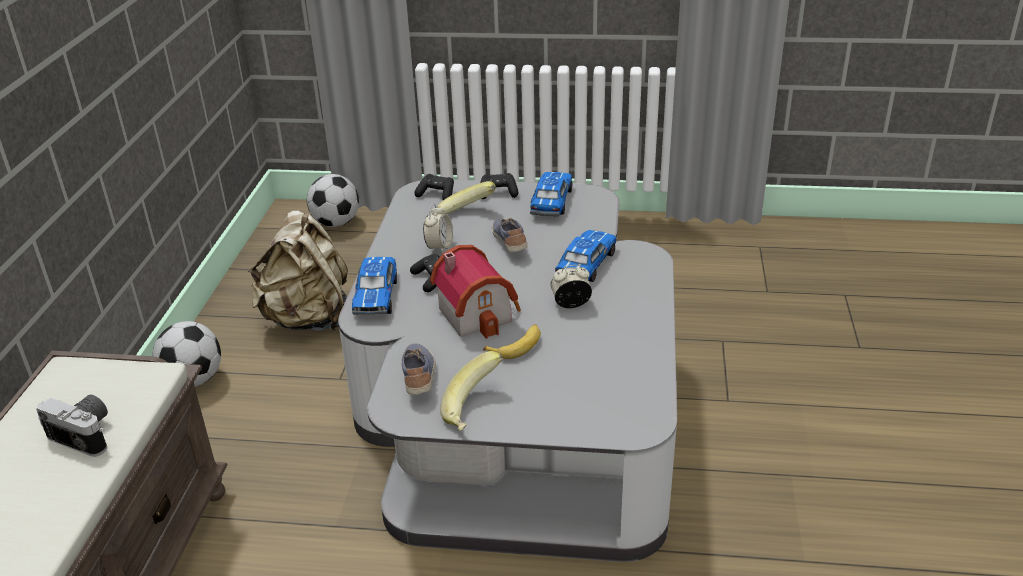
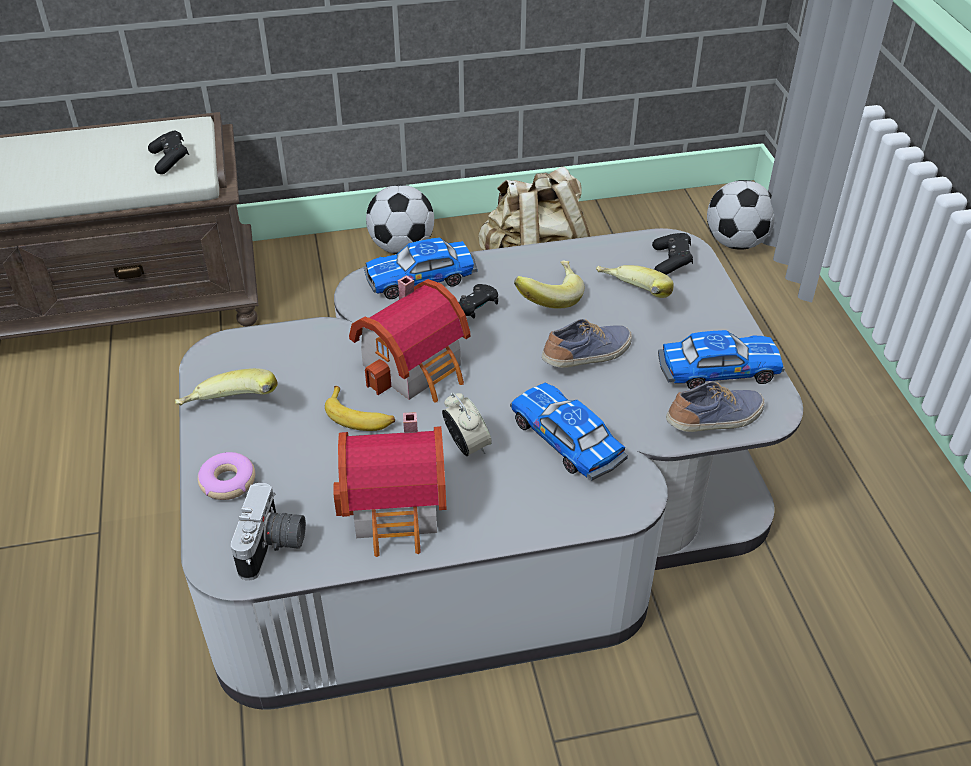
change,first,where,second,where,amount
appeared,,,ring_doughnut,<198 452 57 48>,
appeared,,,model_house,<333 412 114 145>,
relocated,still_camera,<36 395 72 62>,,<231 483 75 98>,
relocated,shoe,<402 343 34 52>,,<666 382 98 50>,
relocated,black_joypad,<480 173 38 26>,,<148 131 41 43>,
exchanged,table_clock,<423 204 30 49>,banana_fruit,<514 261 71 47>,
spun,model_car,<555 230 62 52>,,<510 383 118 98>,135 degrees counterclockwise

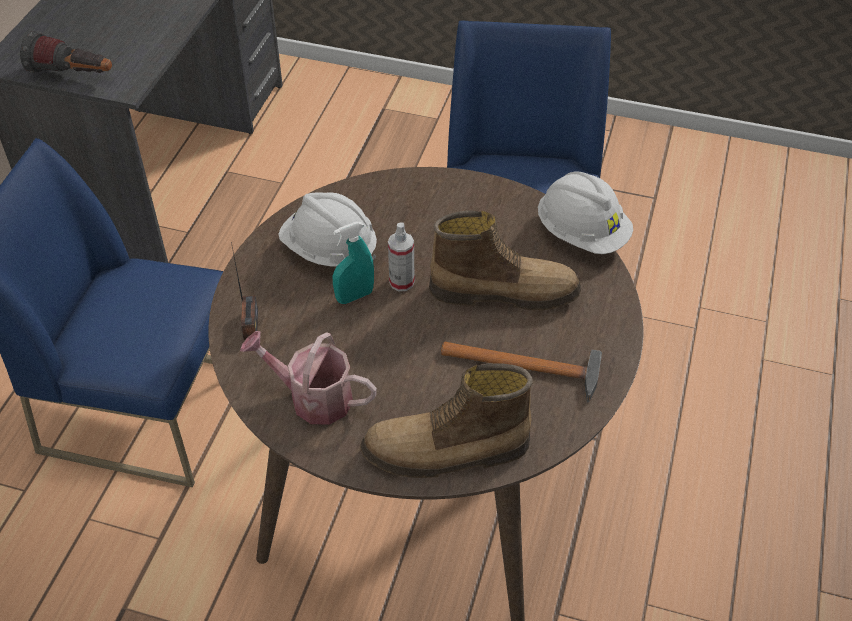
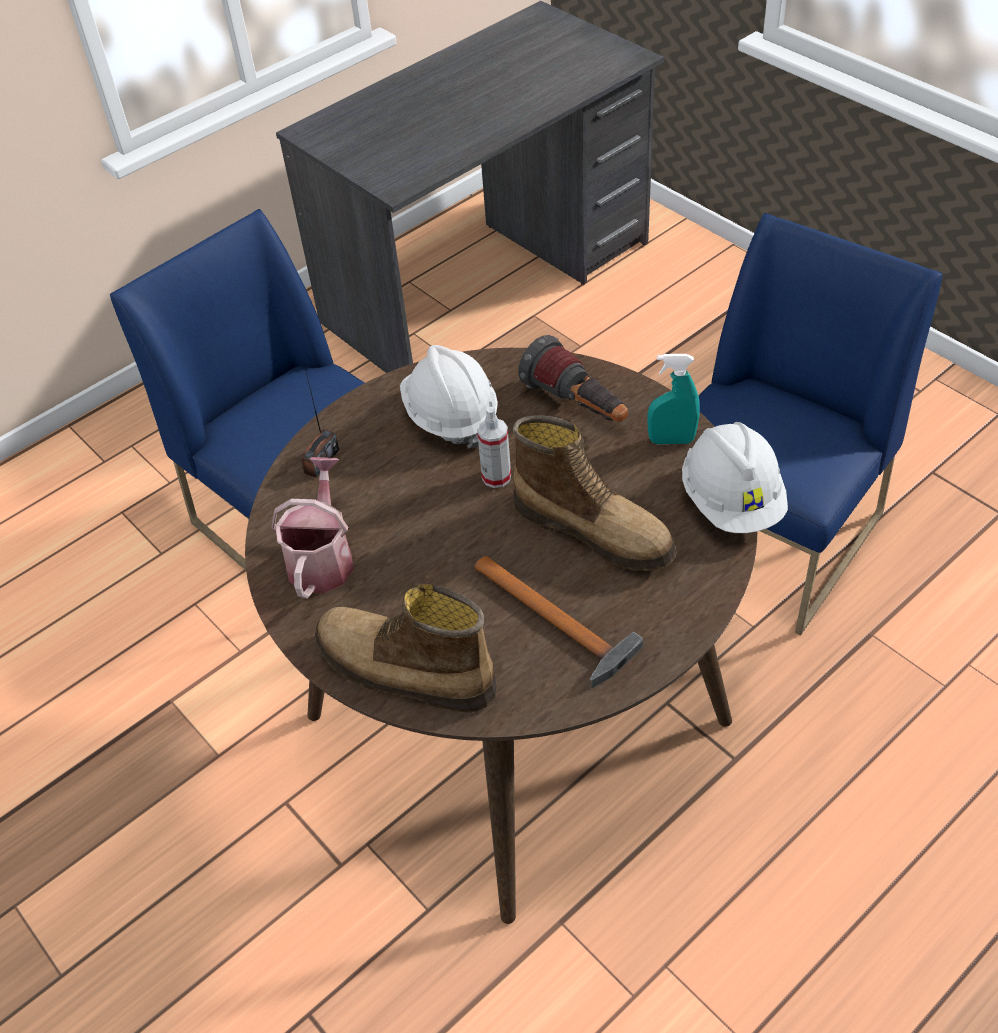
change,first,where,second,where,amount
relocated,torch,<20 31 92 43>,,<518 335 110 87>,
relocated,blue-green_spray_bottle,<332 222 42 82>,,<647 354 53 90>,
spun,watering_pot,<240 331 137 94>,,<271 457 83 141>,45 degrees clockwise

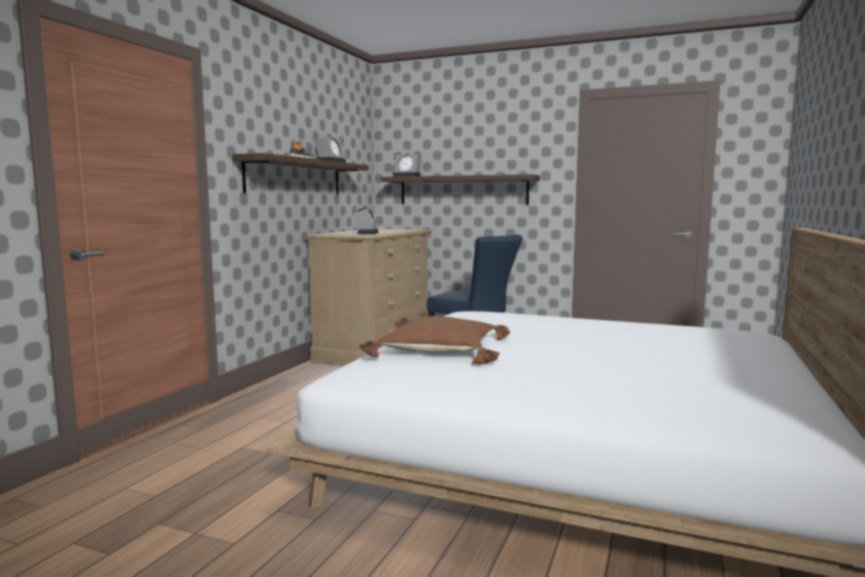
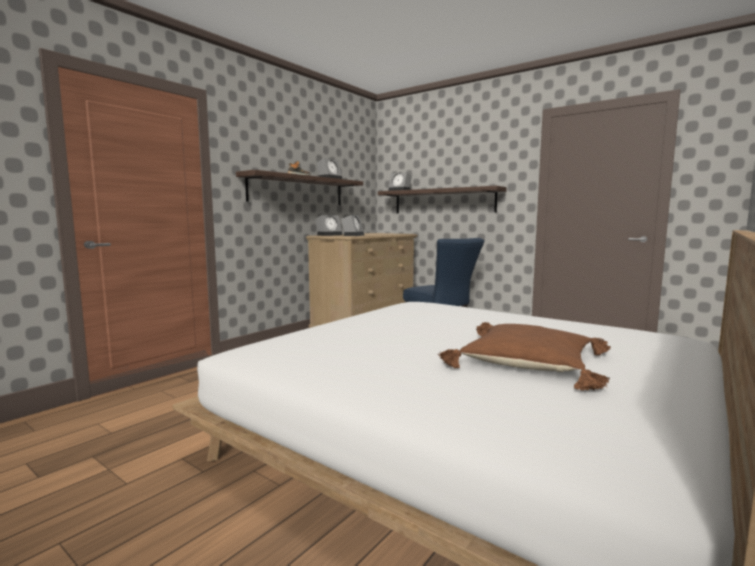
change,first,where,second,where,amount
appeared,,,table_clock,<316 214 26 22>,
relocated,brown_pillow,<359 316 151 48>,,<438 322 173 69>,

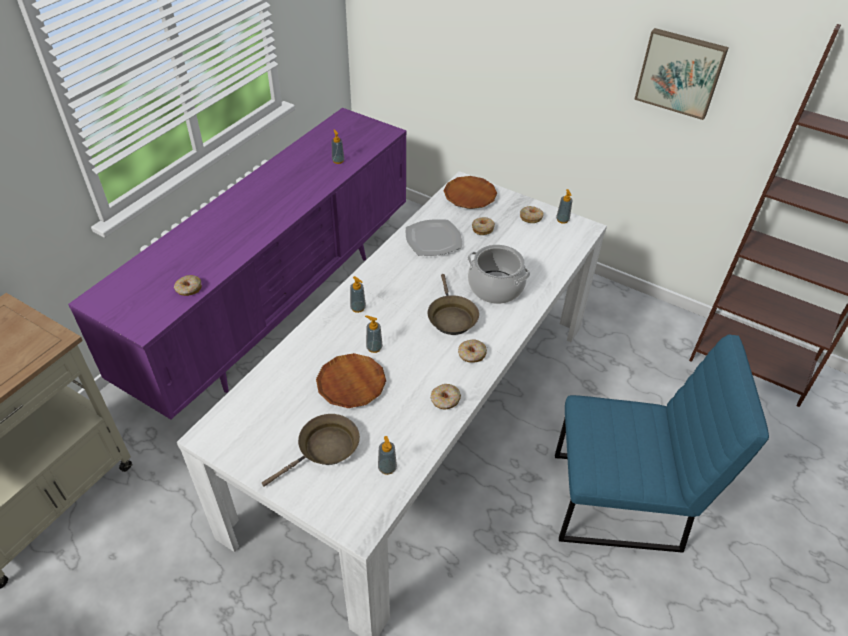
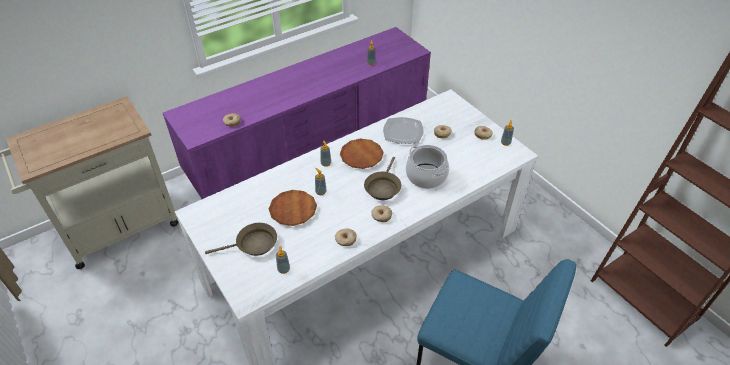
change,first,where,second,where,amount
missing,wall_art,<634 28 95 92>,,,
relocated,brown_flat_dish,<444 176 53 33>,,<340 138 44 31>,

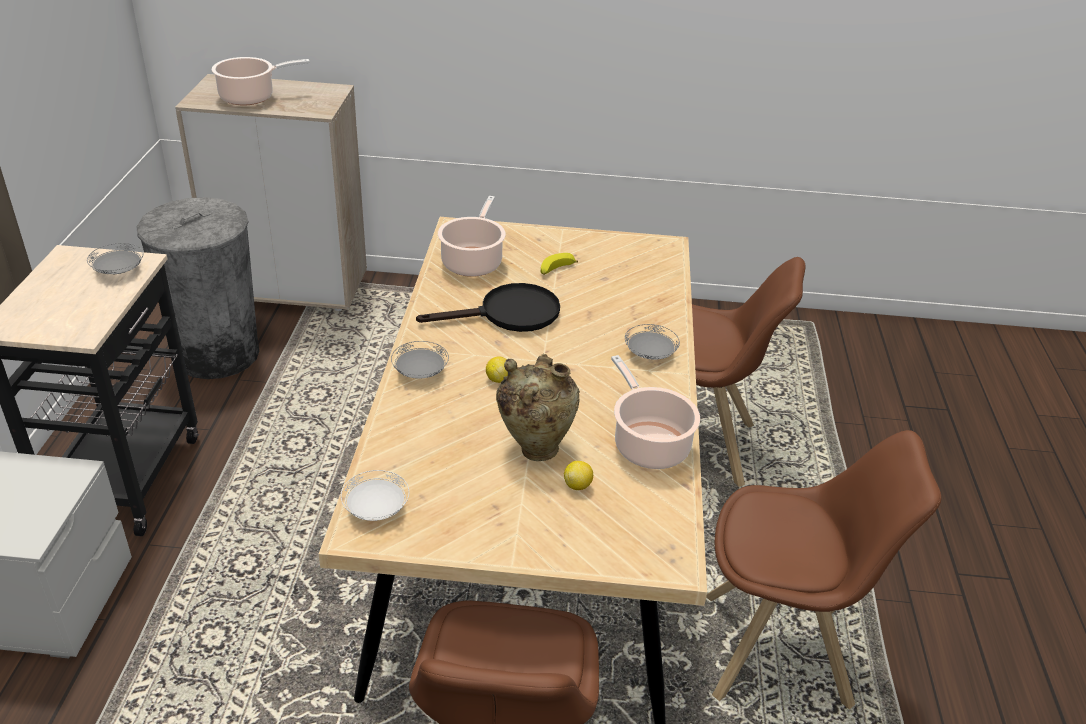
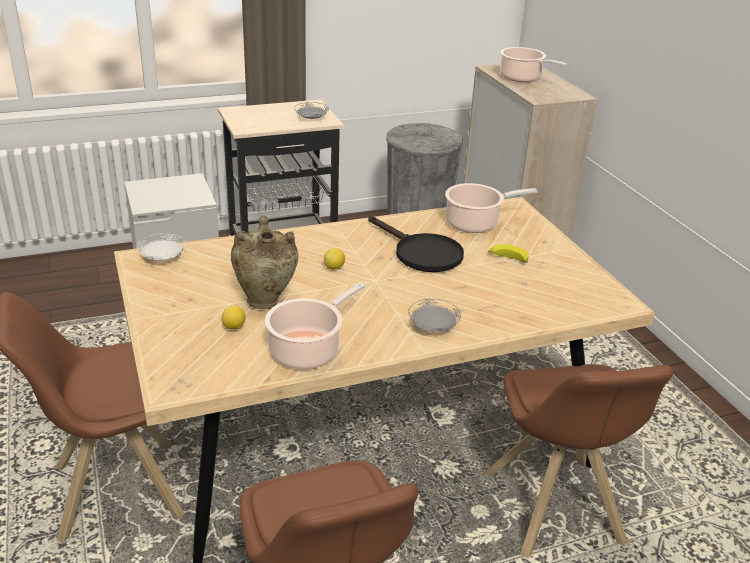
change,first,where,second,where,amount
missing,grey_flat_dish,<391 341 58 38>,,,

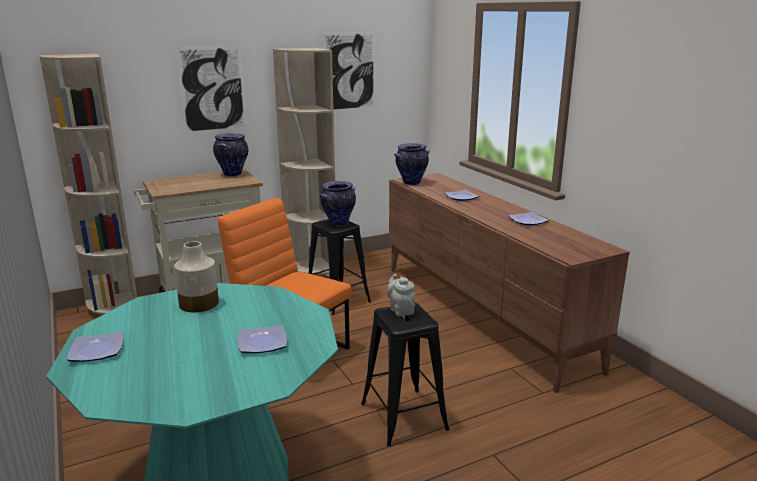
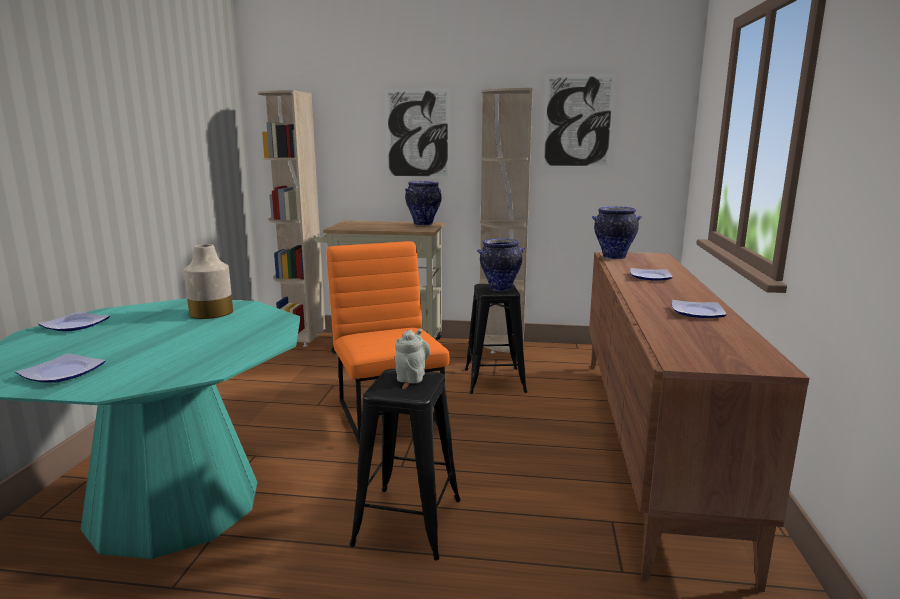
change,first,where,second,where,amount
relocated,flat_dish,<238 325 49 28>,,<15 353 91 30>,

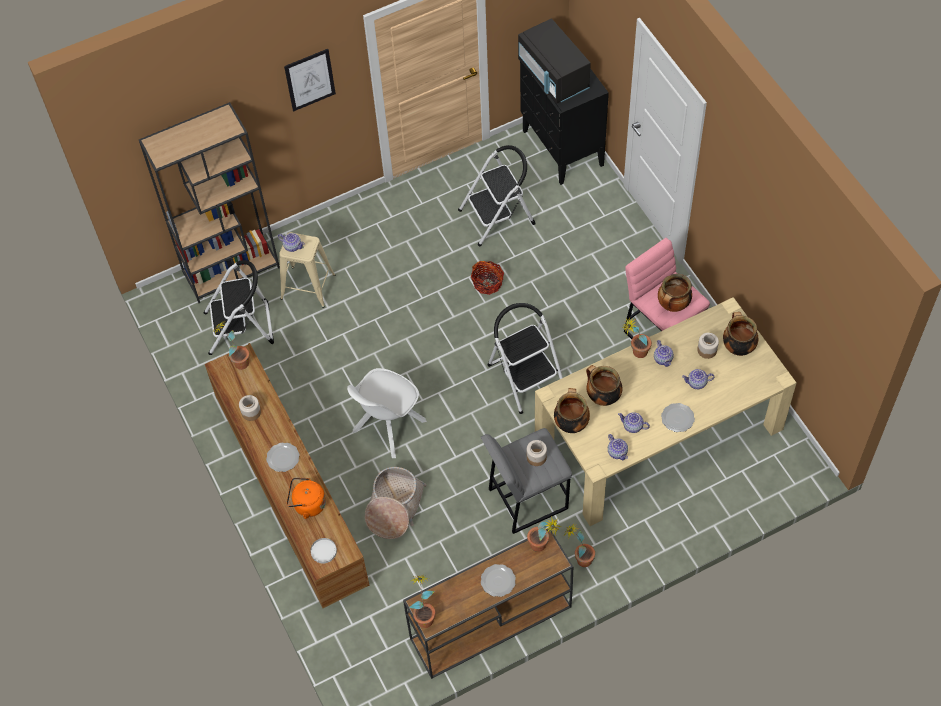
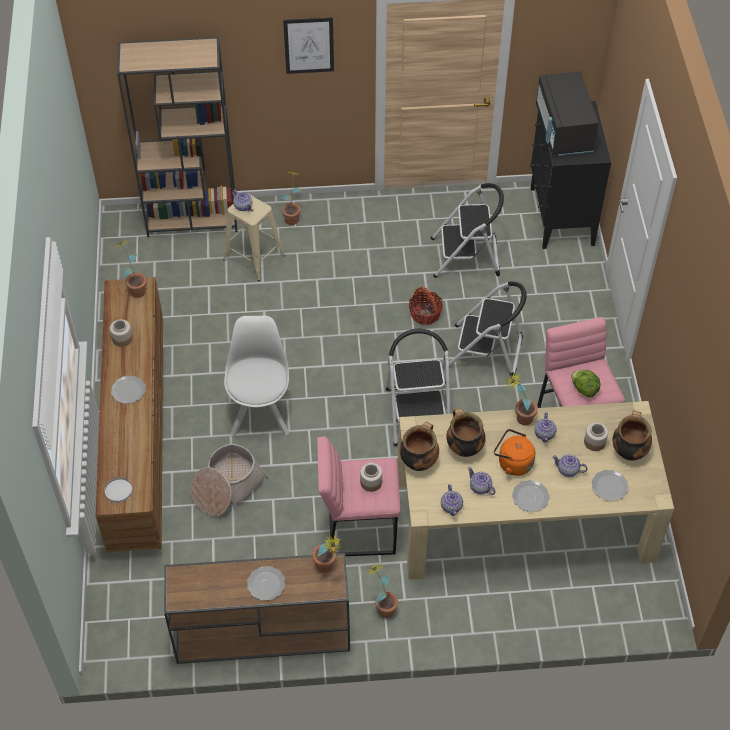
change,first,where,second,where,amount
appeared,,,flat_dish,<592 470 36 31>,
relocated,stepladder,<203 260 71 95>,,<449 282 77 95>,
relocated,orange_kettle,<287 478 39 41>,,<494 429 41 47>,
relocated,potted_plant,<409 575 27 53>,,<280 172 23 53>,
exchanged,saucepot,<658 273 34 39>,lettuce_head,<571 370 29 28>,
colour,grey_sitting_stool,<481 428 91 106>,pink_sitting_stool,<317 436 83 120>,
spun,white-coloured_upright_chair,<347 368 80 90>,,<224 316 66 120>,120 degrees clockwise

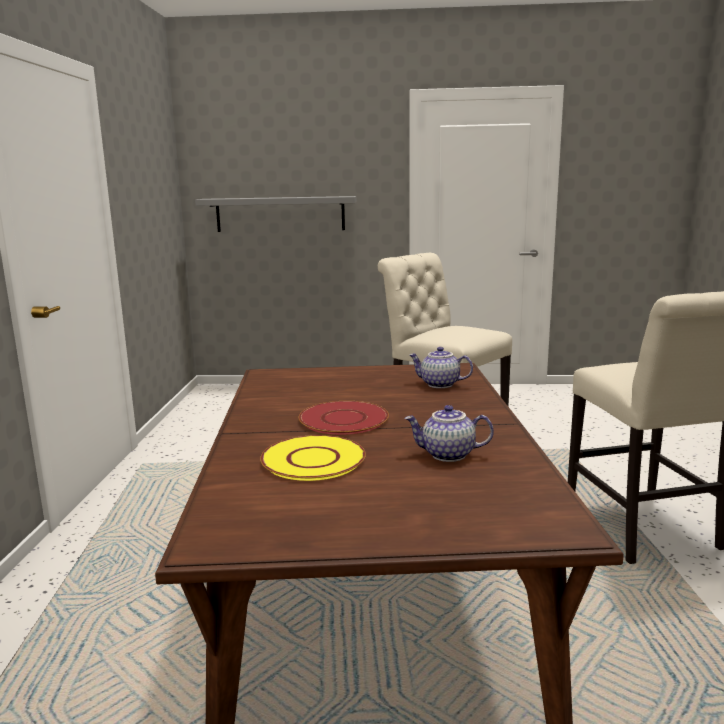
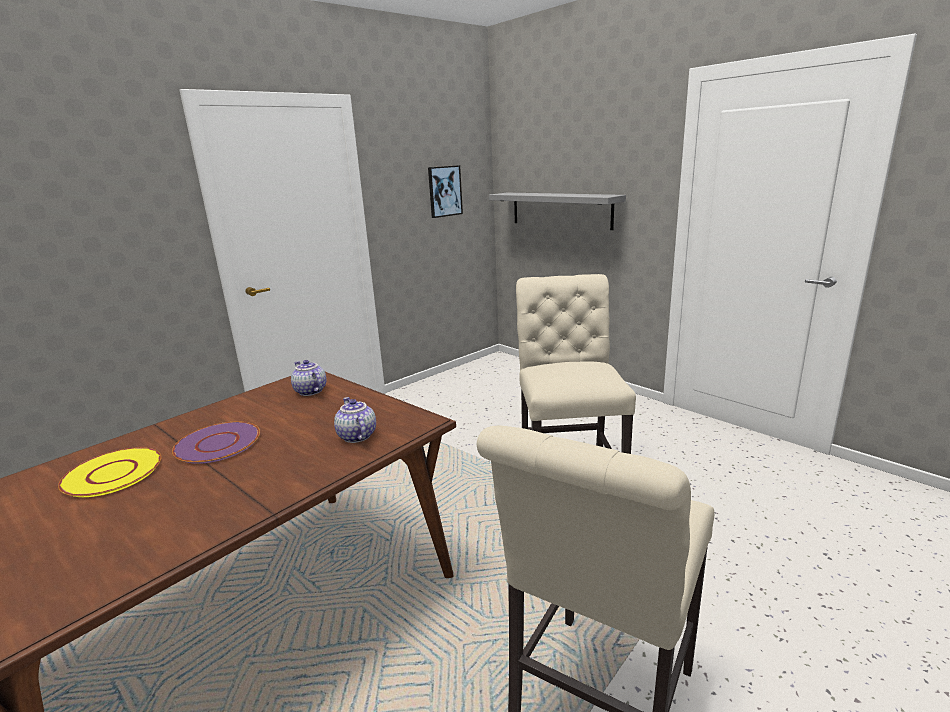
change,first,where,second,where,amount
appeared,,,wall_art,<428 165 35 53>,
relocated,teapot,<404 405 90 57>,,<291 360 35 36>,
colour,red-coloured_flat_dish,<299 401 90 34>,purple-coloured_flat_dish,<172 422 88 42>,

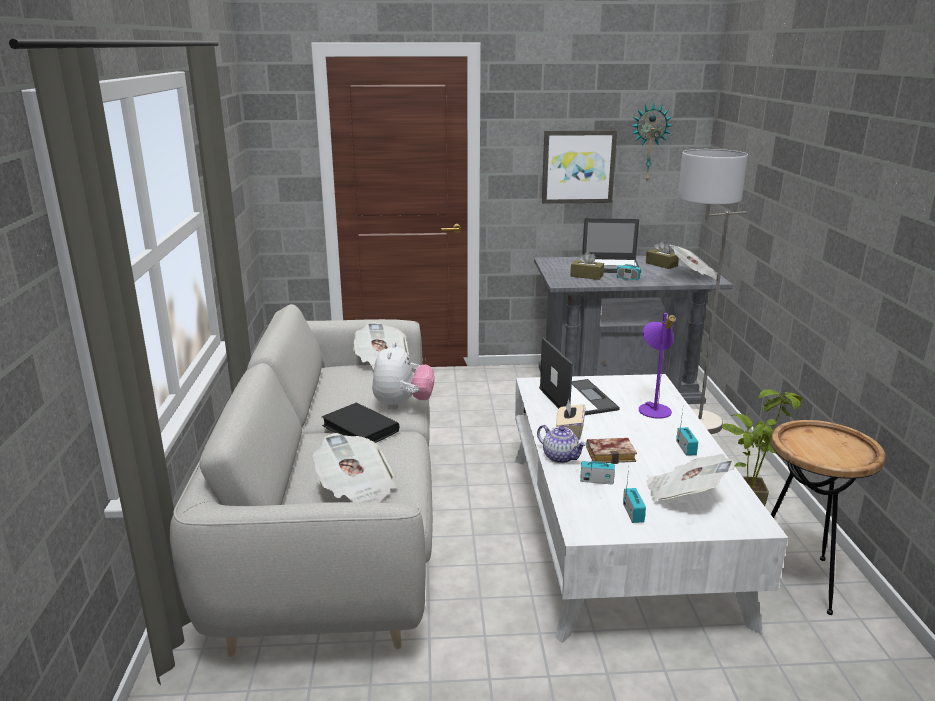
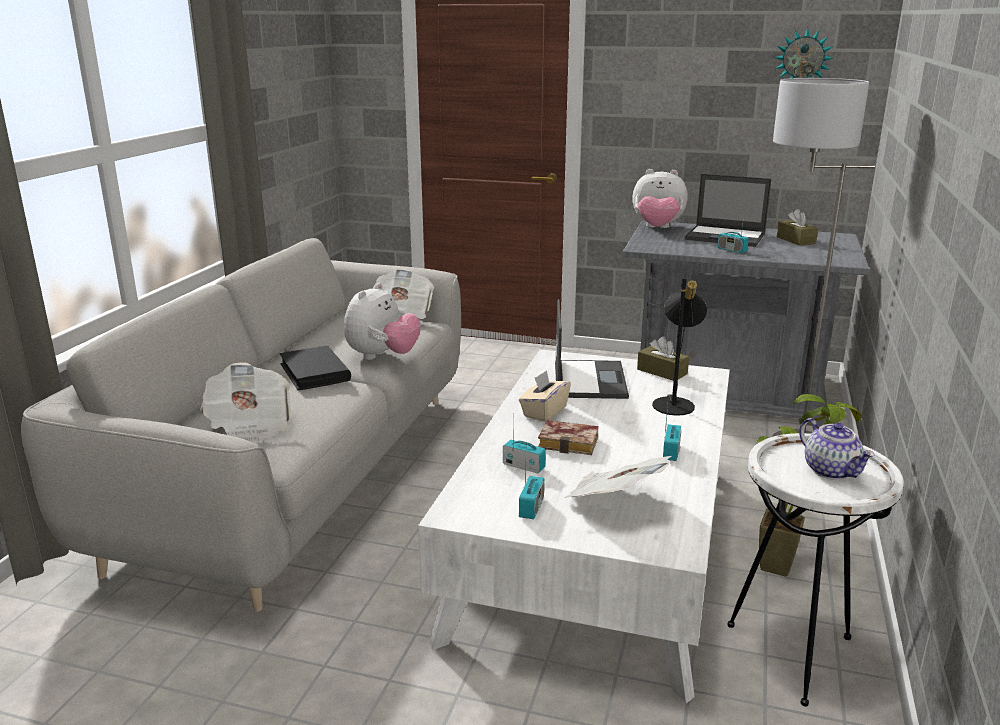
change,first,where,second,where,amount
missing,wall_art,<542 130 75 74>,,,
missing,printed_paper,<669 245 48 35>,,,
appeared,,,soft_toy,<632 169 56 59>,
relocated,teapot,<537 425 49 38>,,<799 418 76 62>,
relocated,brown_tissue_holder,<570 251 34 29>,,<637 336 52 45>,
colour,purple-coloured_lamp_for_a_table,<639 313 37 106>,black_lamp_for_a_table,<652 277 55 139>,
colour,brown_end_table,<771 420 115 195>,white-coloured_end_table,<727 433 177 274>,

